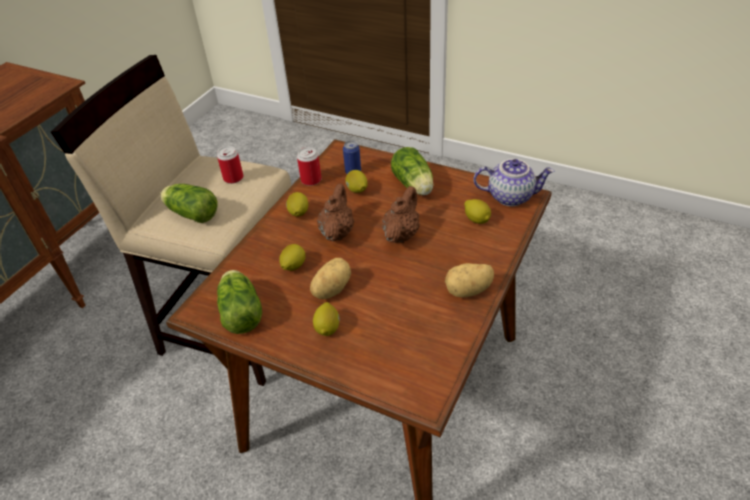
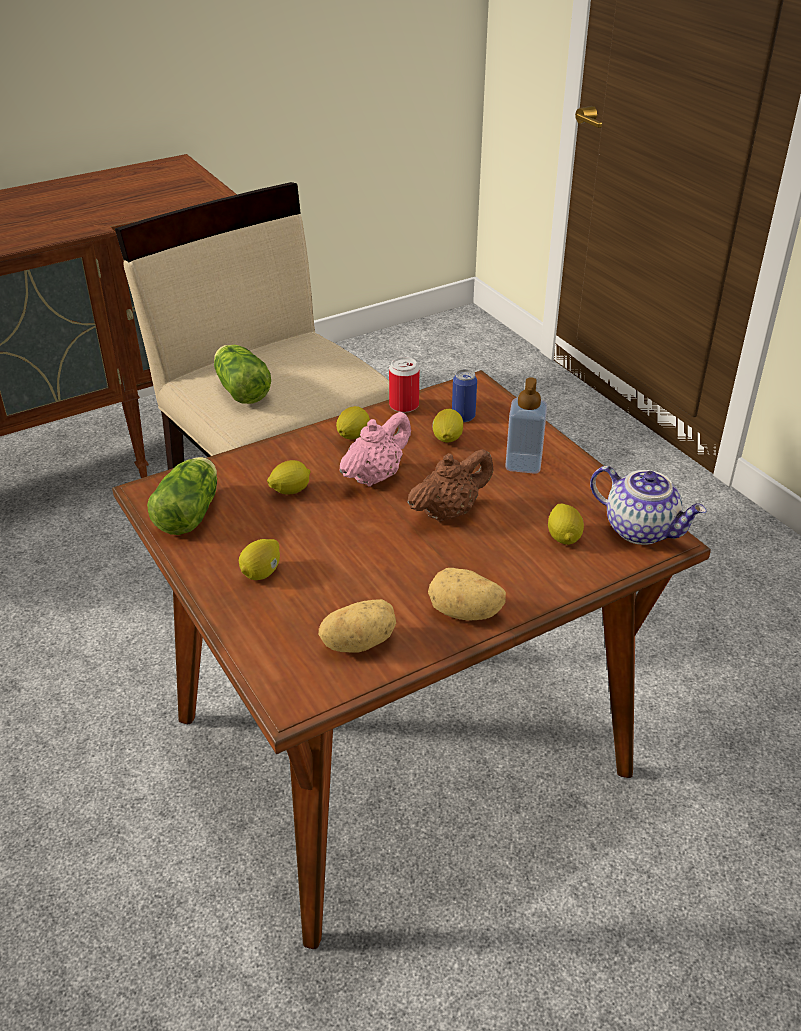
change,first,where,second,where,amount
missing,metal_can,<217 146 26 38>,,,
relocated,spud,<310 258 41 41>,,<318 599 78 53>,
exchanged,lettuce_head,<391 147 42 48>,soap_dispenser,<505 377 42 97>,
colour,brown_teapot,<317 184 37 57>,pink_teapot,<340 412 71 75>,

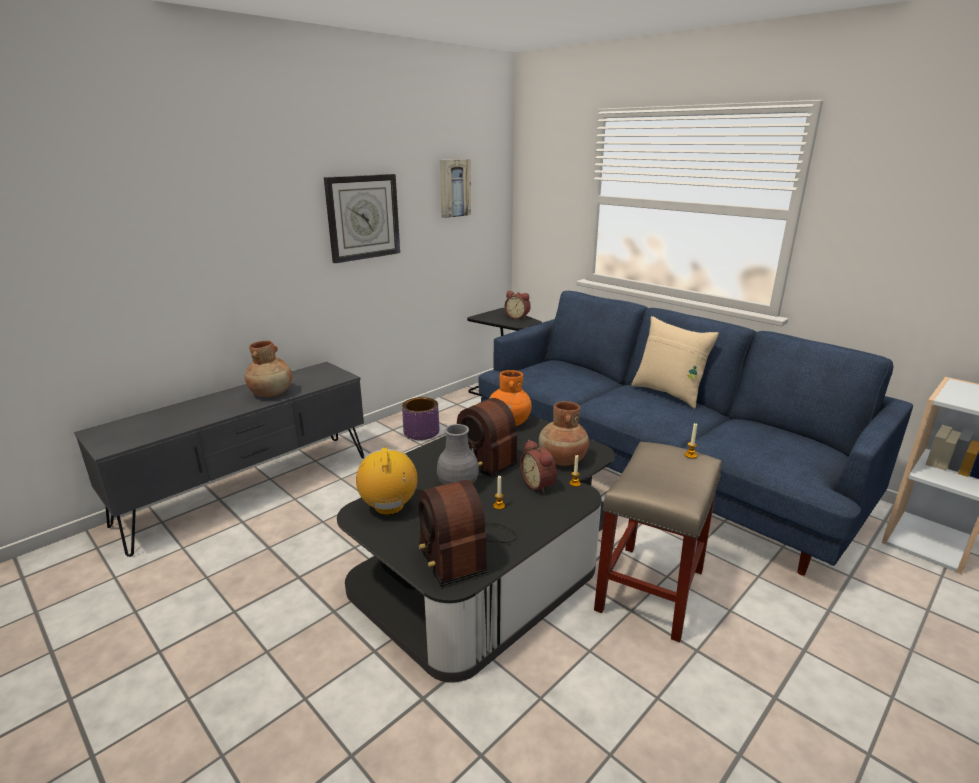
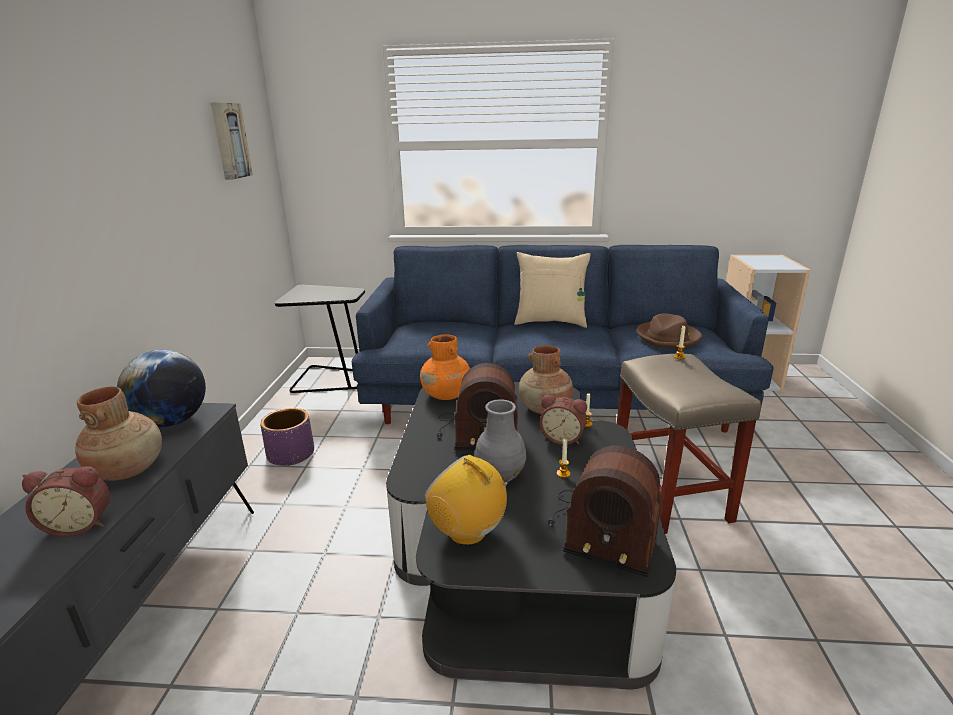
change,first,where,second,where,amount
missing,wall_clock,<324 174 76 89>,,,
appeared,,,desk_globe,<117 350 89 77>,
appeared,,,brown_hat,<637 313 65 35>,
relocated,table_clock,<505 291 26 28>,,<22 466 88 71>,

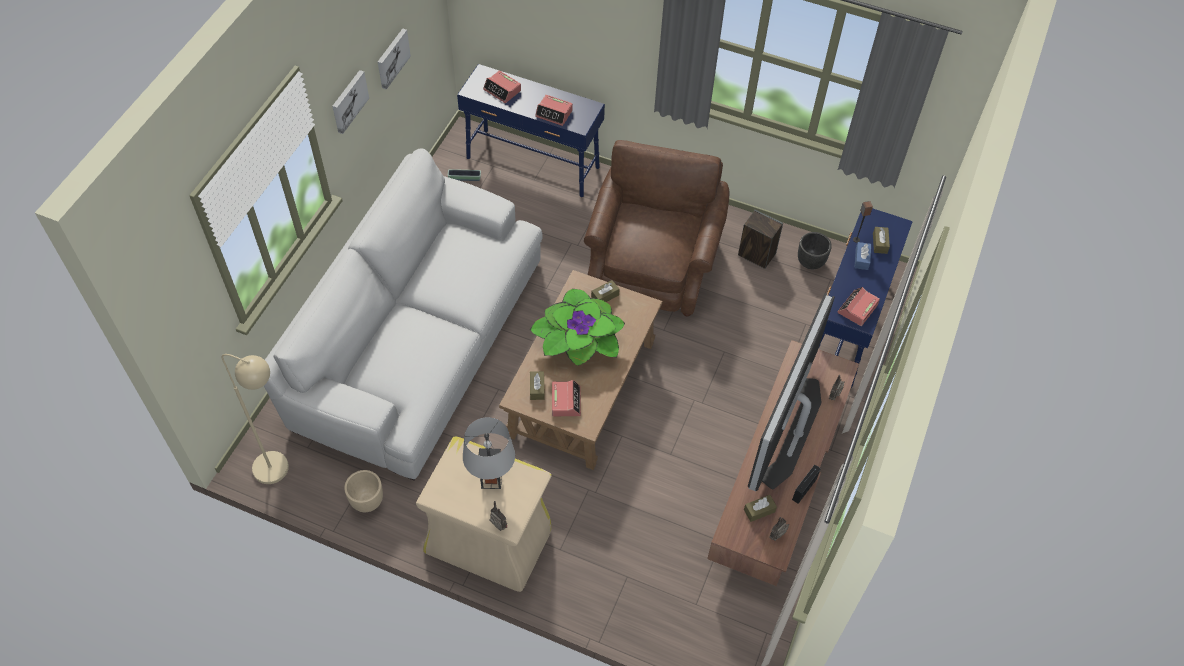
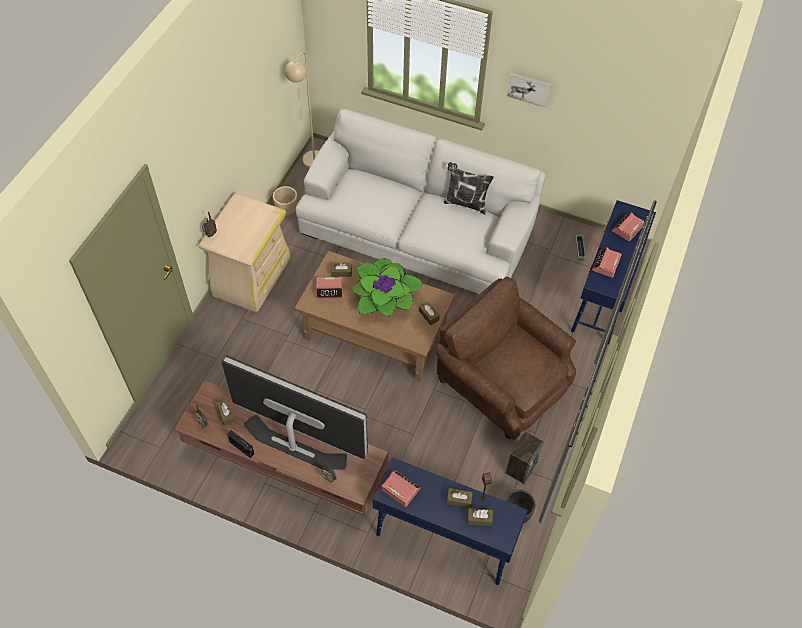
change,first,where,second,where,amount
missing,wall_art,<378 28 33 62>,,,
missing,grey_lamp_for_a_table,<463 417 52 72>,,,
appeared,,,pillow,<444 162 50 53>,
colour,blue_tissue_holder,<854 242 17 28>,brown_tissue_holder,<446 488 27 20>,
spun,brown_armchair,<584 140 146 176>,,<436 276 140 164>,150 degrees counterclockwise

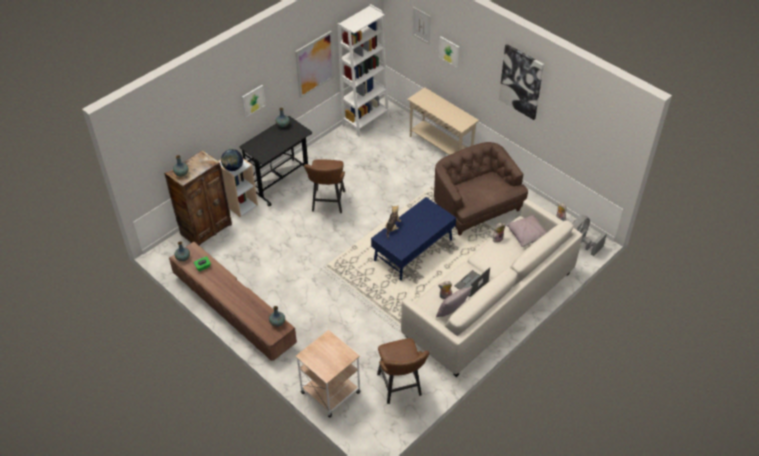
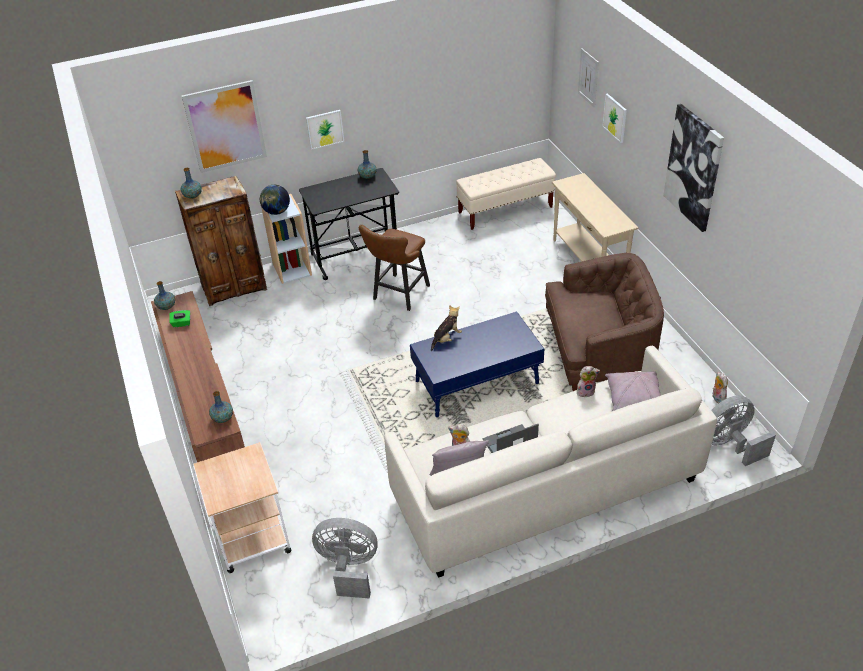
change,first,where,second,where,amount
relocated,wall_art,<295 31 39 67>,,<182 80 85 93>,
exchanged,white-coloured_bookshelf,<338 4 51 133>,sand-coloured_indoor_bench,<456 158 100 72>,
exchanged,brown_sitting_stool,<377 338 52 66>,grey_cooling_fan,<312 518 66 81>,
spun,brown_armchair,<434 142 94 94>,,<545 253 119 138>,90 degrees clockwise

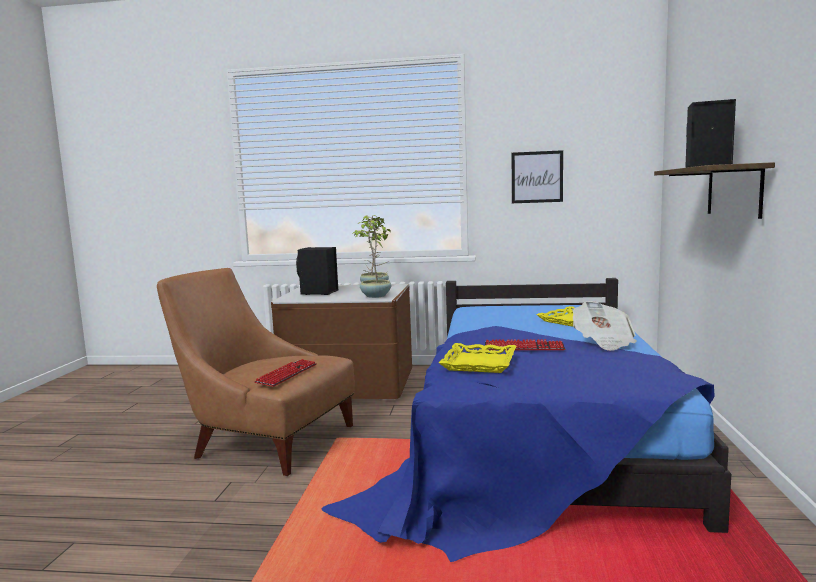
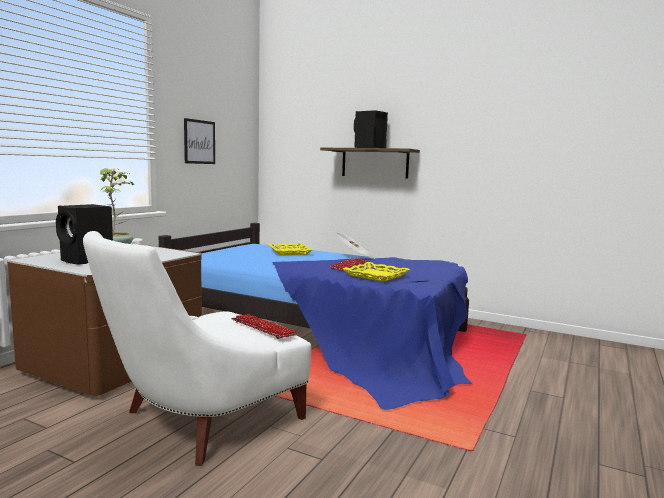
change,first,where,second,where,amount
missing,potted_plant,<352 217 39 81>,,,
colour,brown_armchair,<157 268 198 208>,white-coloured_armchair,<83 231 228 235>,

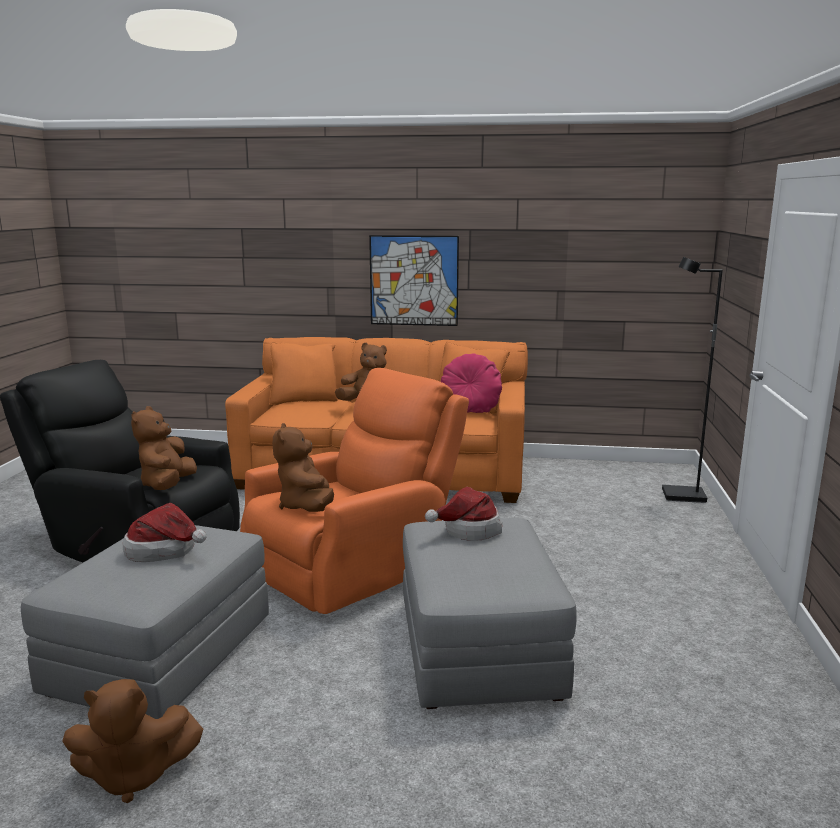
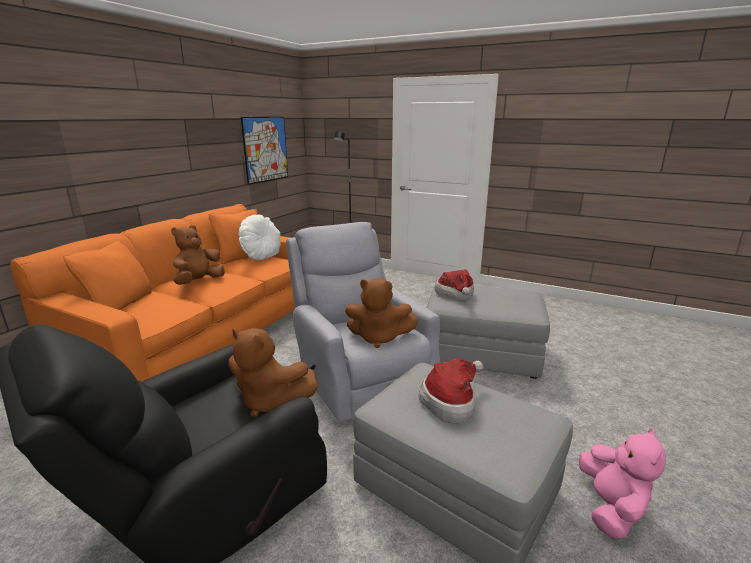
change,first,where,second,where,amount
relocated,wall_art,<369 235 90 91>,,<241 117 47 68>,
colour,brown_soft_toy,<62 679 141 124>,pink_soft_toy,<579 428 87 111>,
colour,orange_armchair,<240 368 229 246>,grey_armchair,<286 222 154 199>,
colour,pink_pillow,<441 354 61 59>,white-coloured_pillow,<238 215 43 46>,

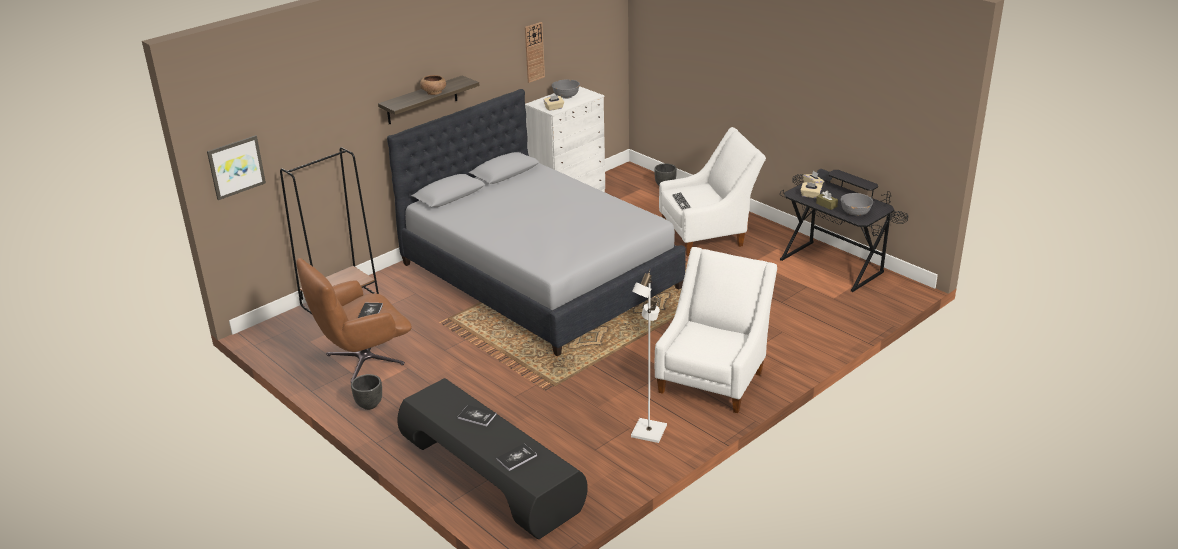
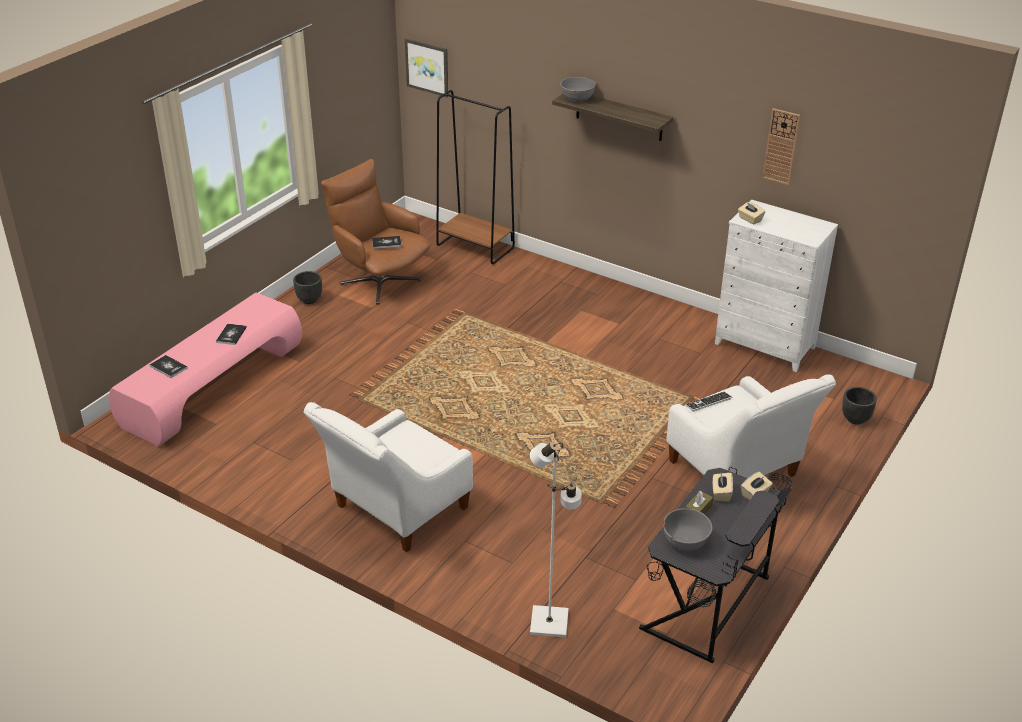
change,first,where,second,where,amount
missing,grey_bed,<387 89 299 267>,,,
missing,brown_serving_bowl,<420 75 26 20>,,,
relocated,grey_serving_bowl,<552 79 28 20>,,<560 77 35 25>,
relocated,white-coloured_standard_lamp,<631 269 36 174>,,<530 442 52 196>,
colour,black_indoor_bench,<398 378 190 161>,pink_indoor_bench,<109 293 193 154>,
spun,white-coloured_armchair,<655 247 122 166>,,<303 402 170 150>,120 degrees clockwise

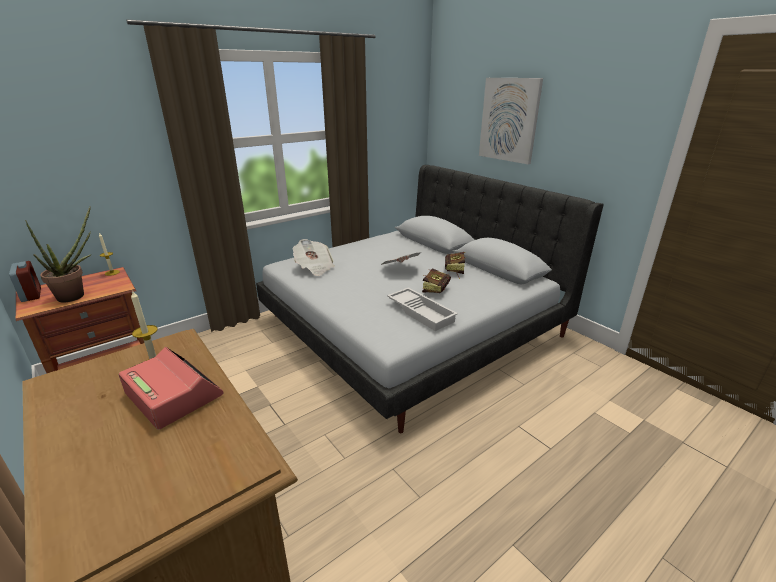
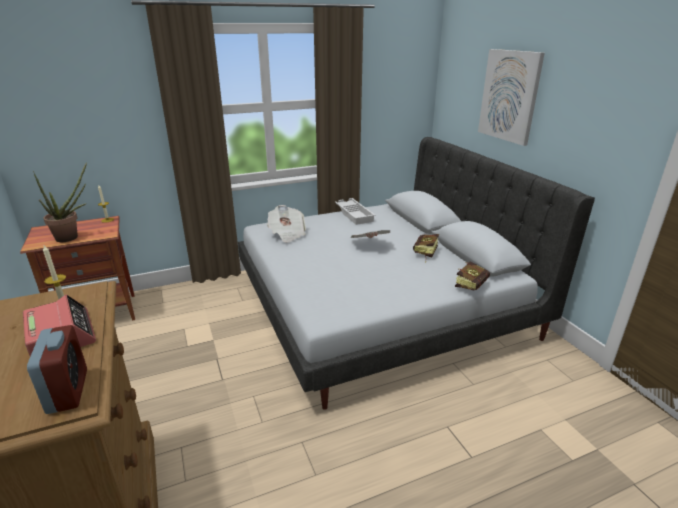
change,first,where,second,where,amount
relocated,table_clock,<9 261 32 41>,,<27 325 60 89>,
relocated,white-coloured_carrying_tray,<387 287 71 44>,,<335 198 41 27>,
relocated,book,<422 268 29 25>,,<455 261 35 30>,

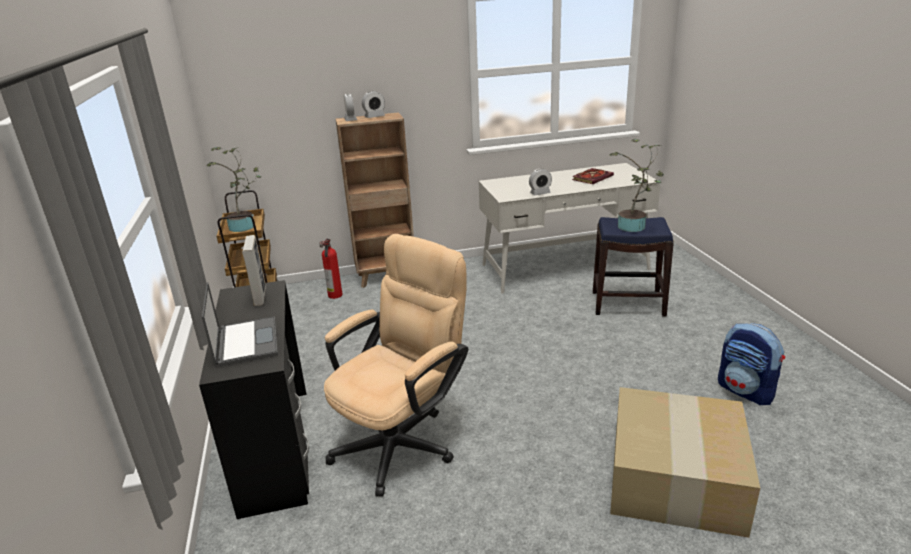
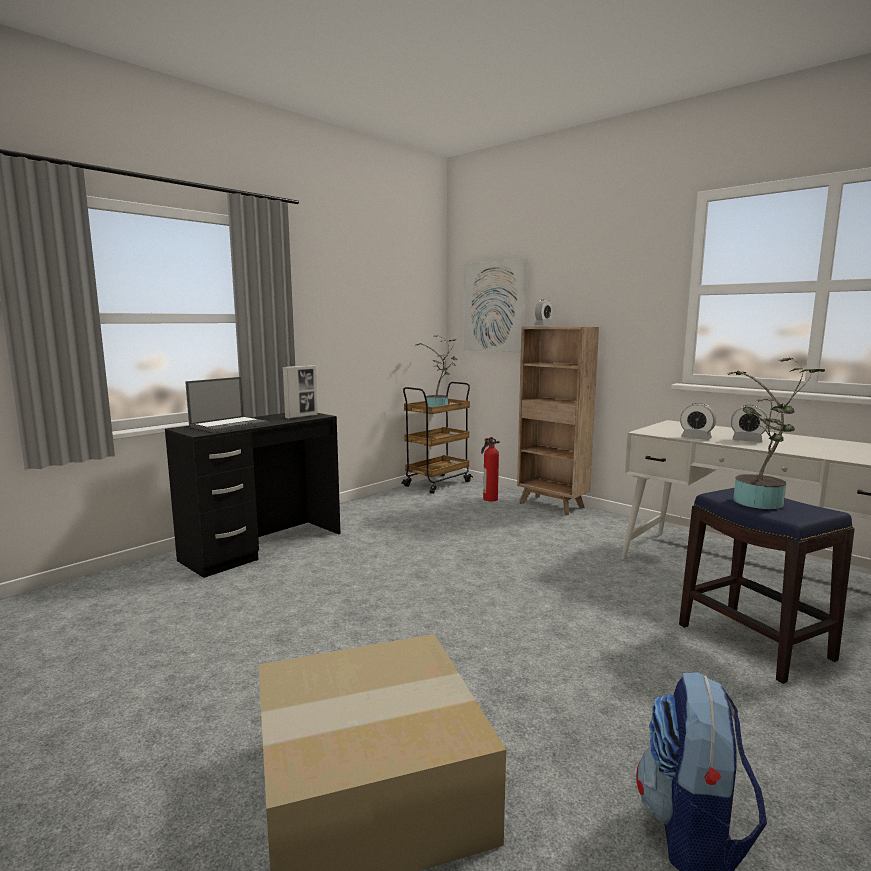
change,first,where,second,where,amount
missing,sand-coloured_desk_chair,<324 234 144 262>,,,
missing,book,<572 168 42 16>,,,
appeared,,,wall_art,<464 259 63 93>,
relocated,table_clock,<362 91 23 27>,,<731 405 37 37>,

